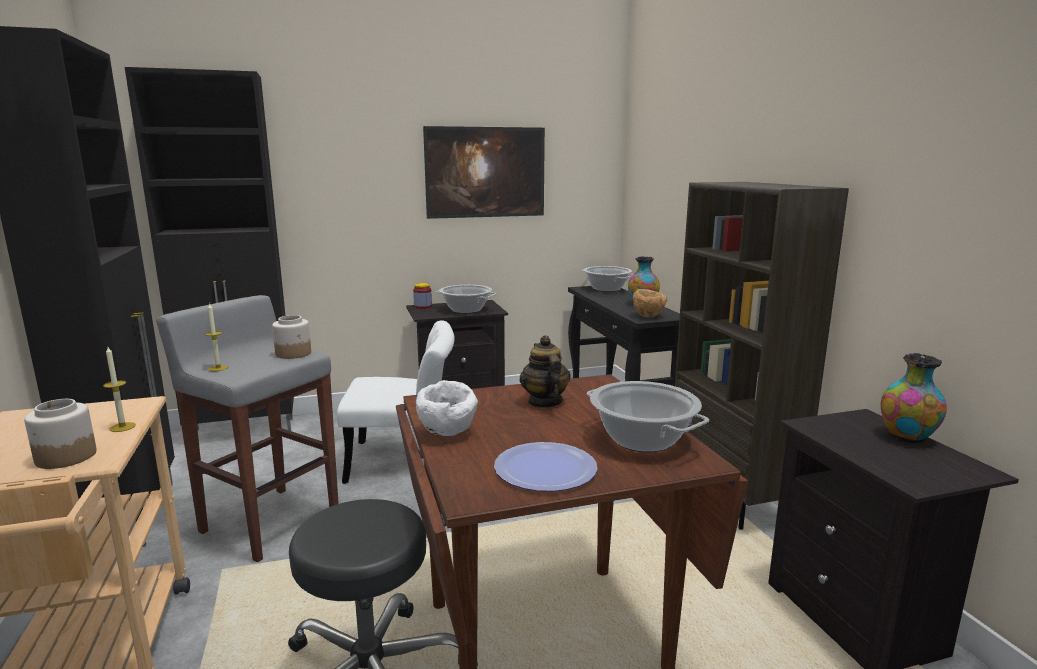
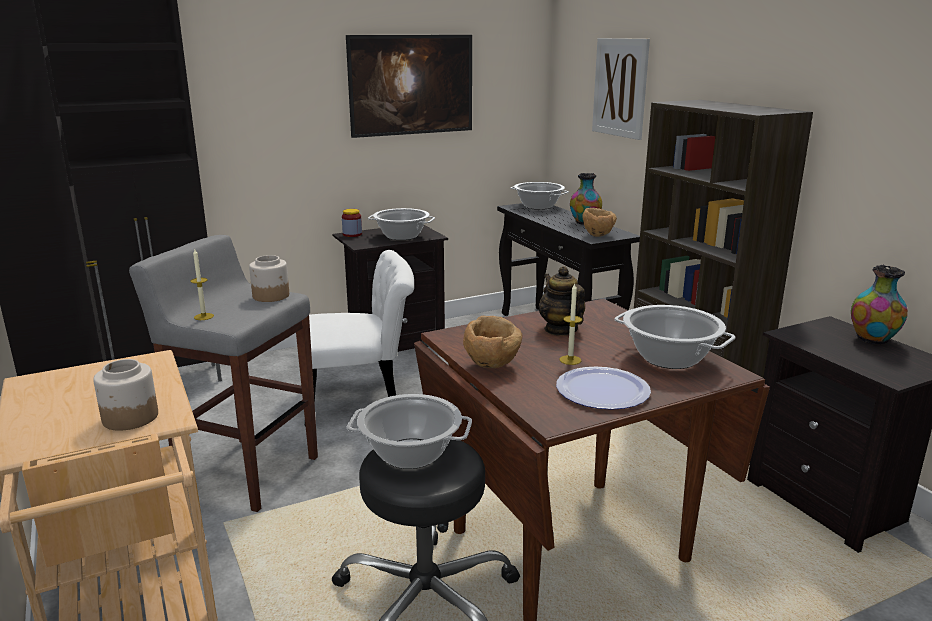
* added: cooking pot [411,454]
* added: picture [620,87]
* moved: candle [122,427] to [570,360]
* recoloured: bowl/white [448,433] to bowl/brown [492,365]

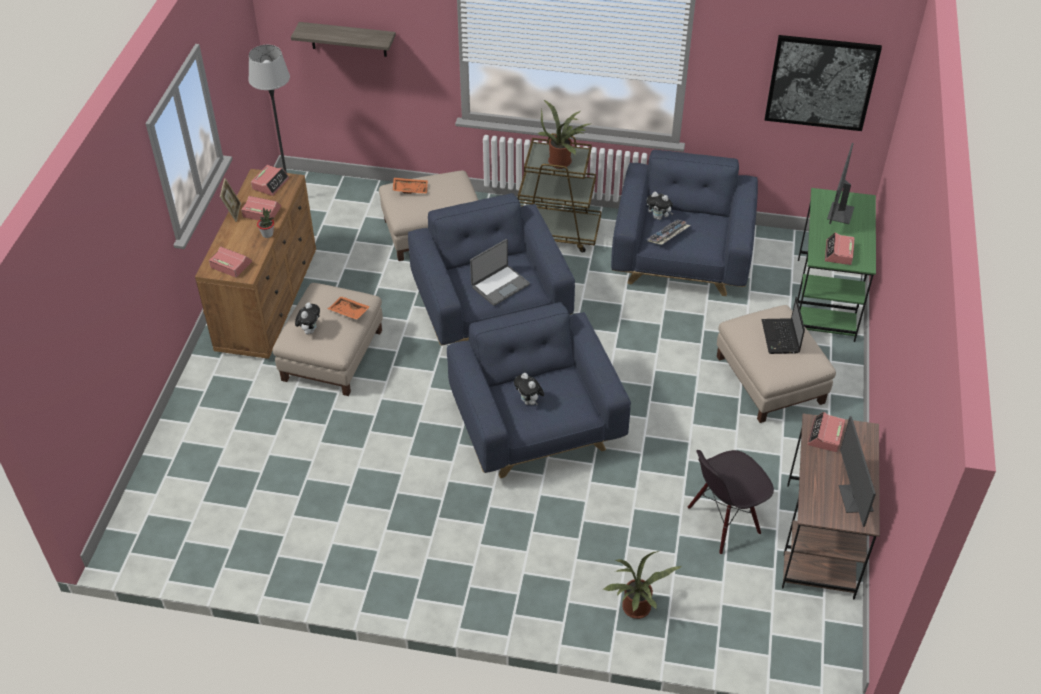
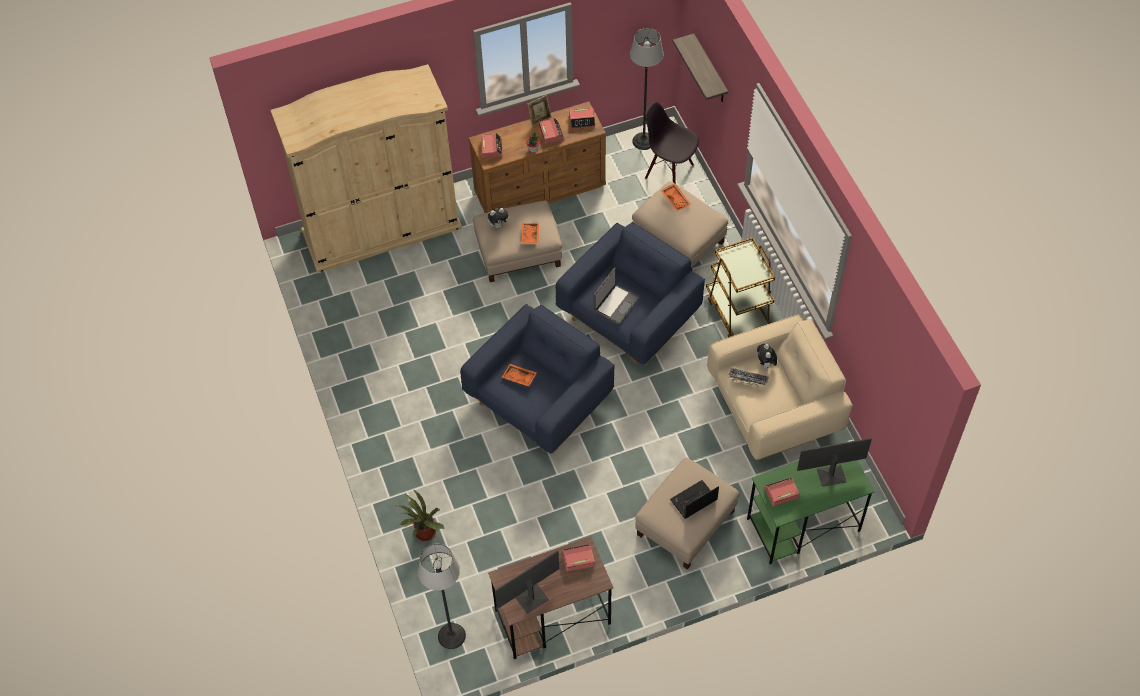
* removed: potted plant [562,161]
* removed: picture [821,82]
* added: wardrobe/beige [381,229]
* added: floor lamp [451,636]
* moved: chair/black [723,522] to [669,171]
* replaced: plush toy [529,402] to tray/orange [519,378]
* recoloured: armchair/blue [681,257] to armchair/beige [774,407]
* turned: laptop [499,285] = [615,304] 75 degrees counterclockwise

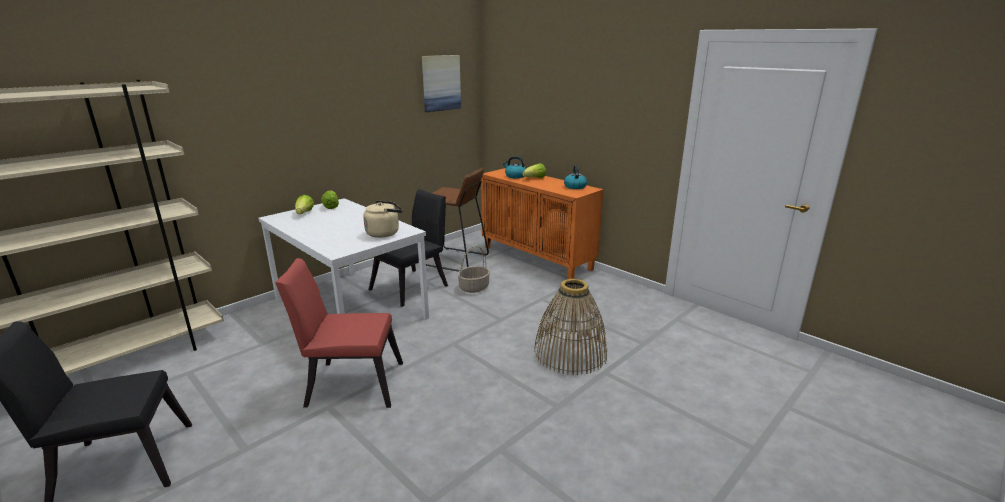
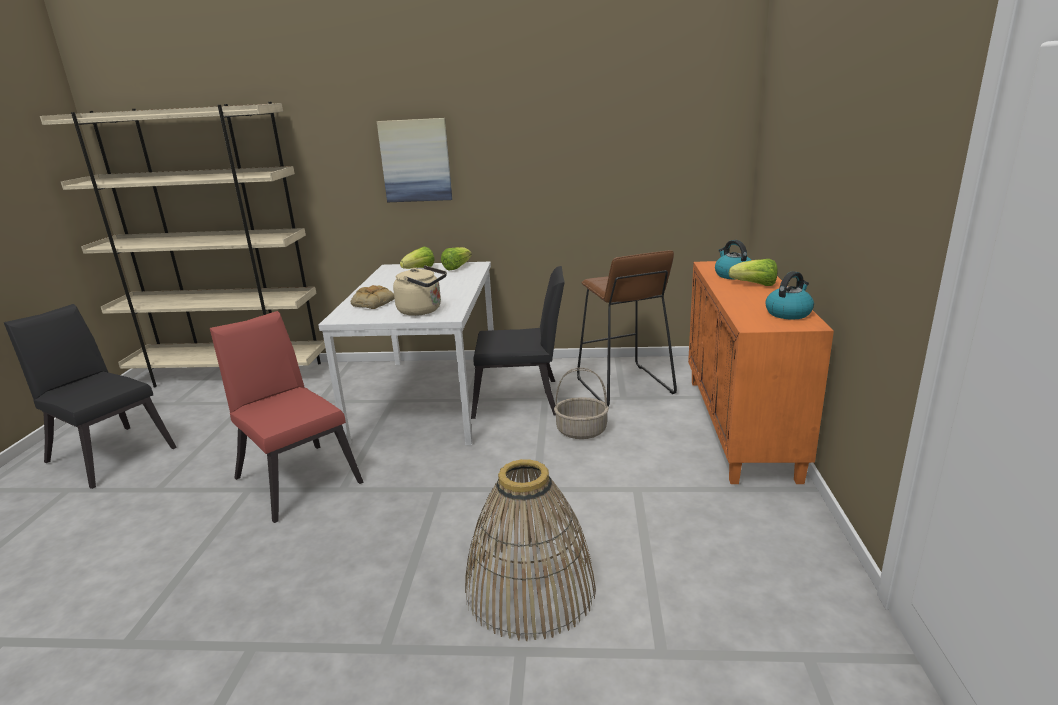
* added: bread [373,303]
* moved: picture [441,83] to [416,160]

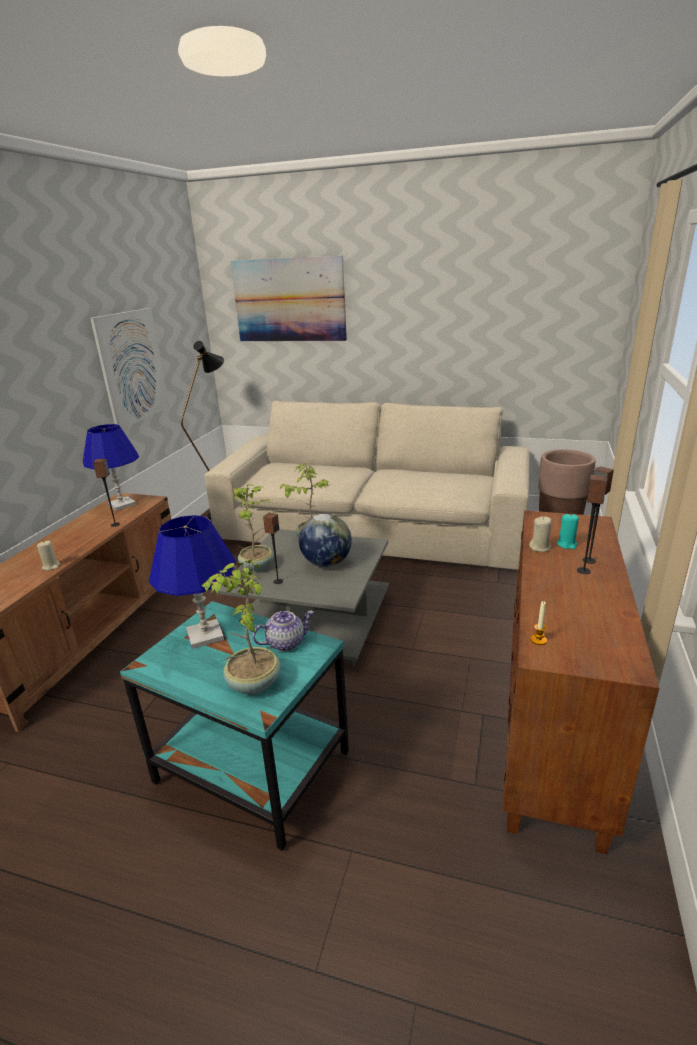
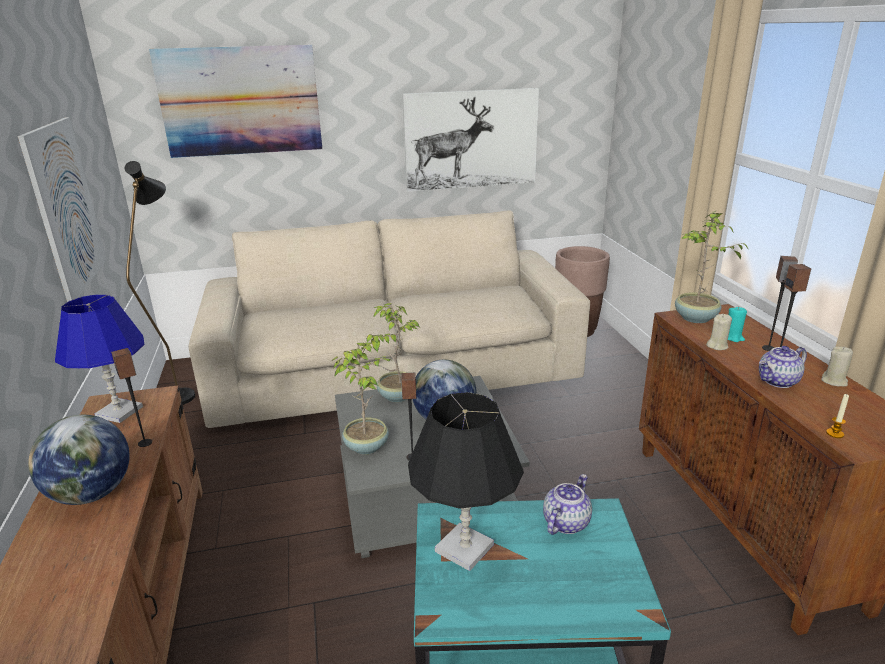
* added: globe [91,494]
* added: picture [471,139]
* added: teapot [778,381]
* moved: candle/beige [51,566] to [834,381]
* moved: potted plant [252,684] to [695,318]
* recoloured: table lamp/blue [205,635] to table lamp/black [465,548]

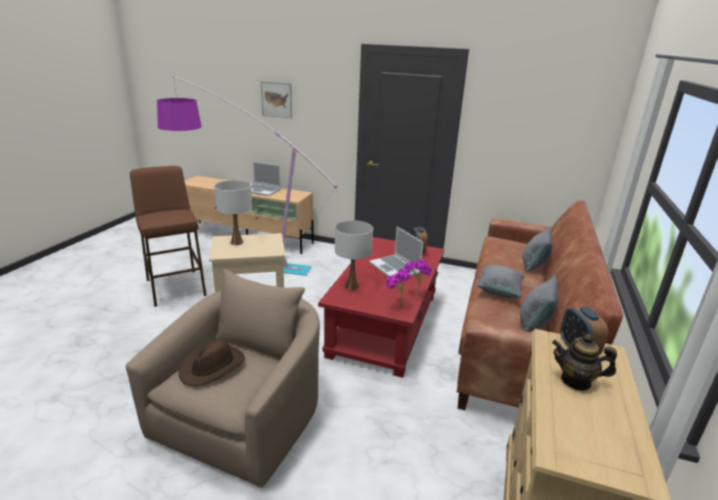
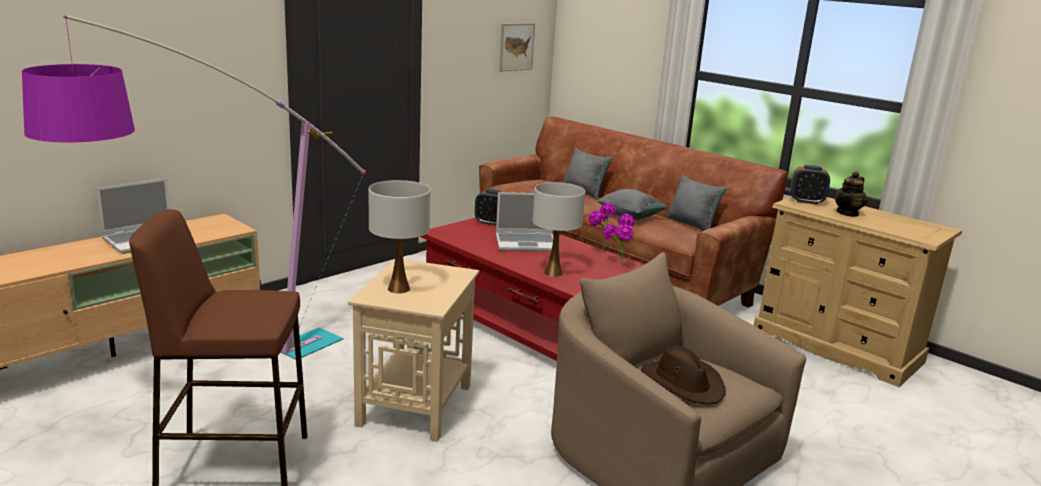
* moved: picture [276,99] to [516,47]

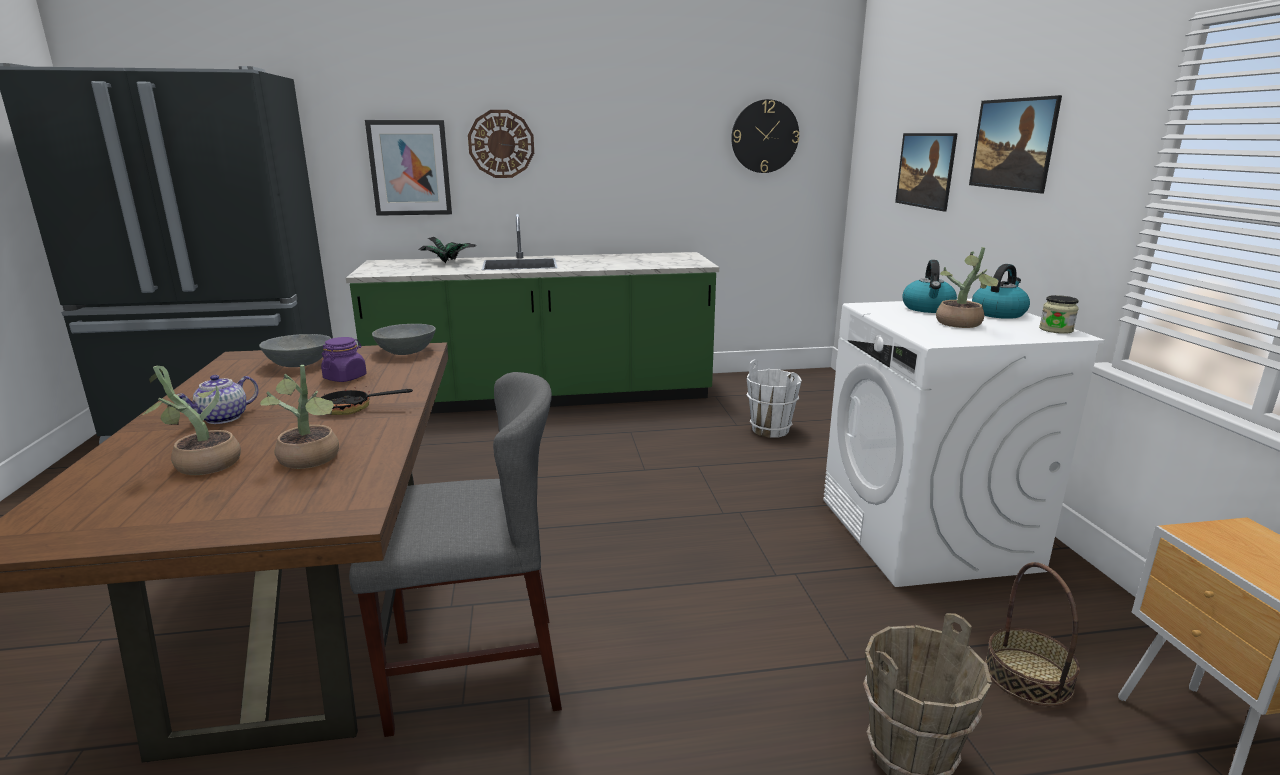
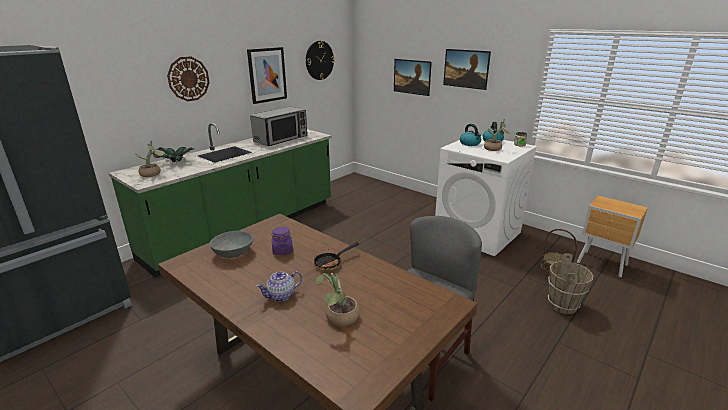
* removed: bowl/grey [407,351]
* removed: bucket/white [770,430]
* added: microwave [281,139]
* moved: potted plant [310,461] to [152,174]
* moved: picture [410,168] to [267,75]
* turned: teapot [224,418] = [281,295] 60 degrees clockwise

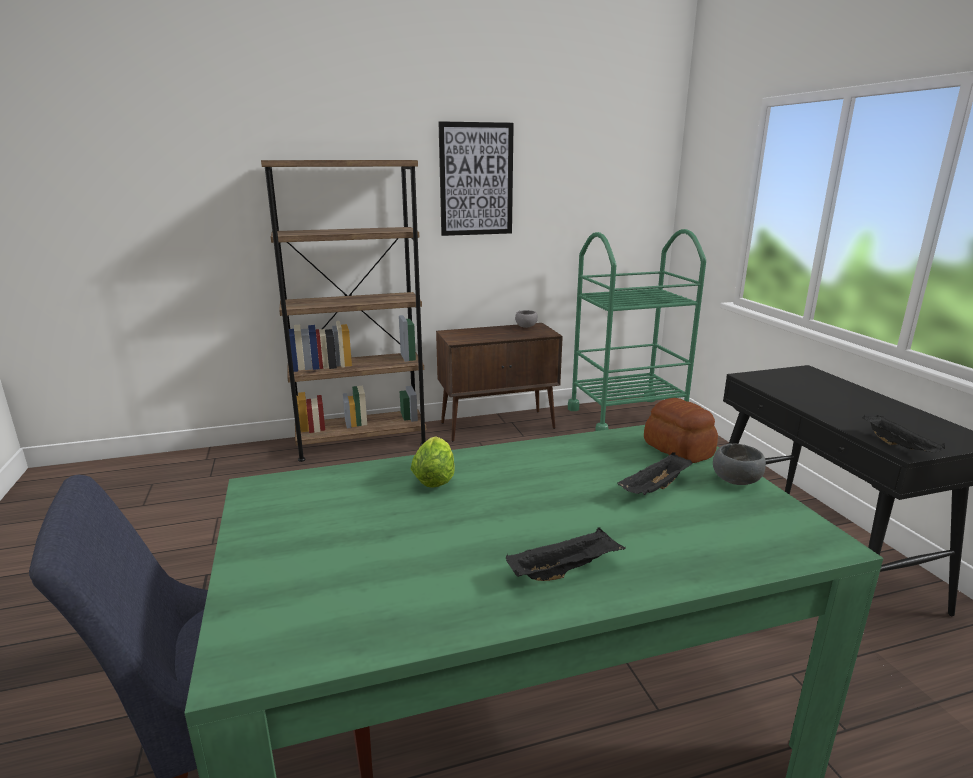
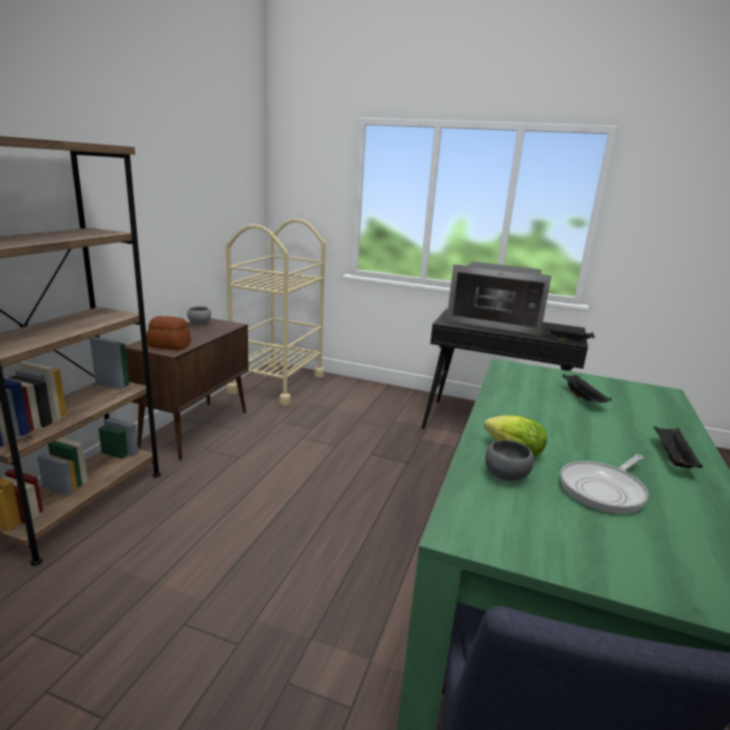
* removed: picture [476,179]
* added: microwave [495,322]
* added: frying pan [604,490]
* moved: bread [678,449] to [169,345]
* moved: bowl/grey [737,481] to [507,476]
* recoloured: cart/green [626,416] to cart/beige [277,383]

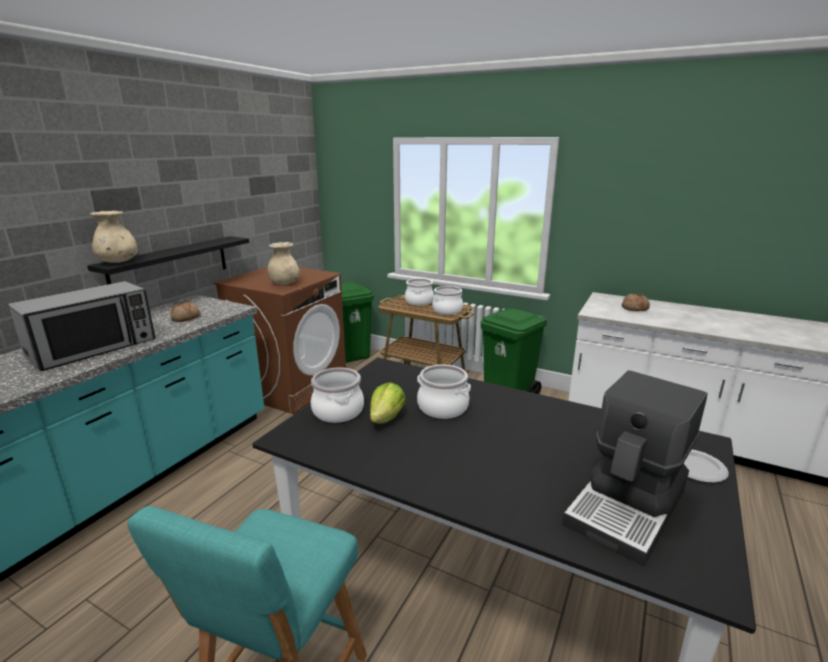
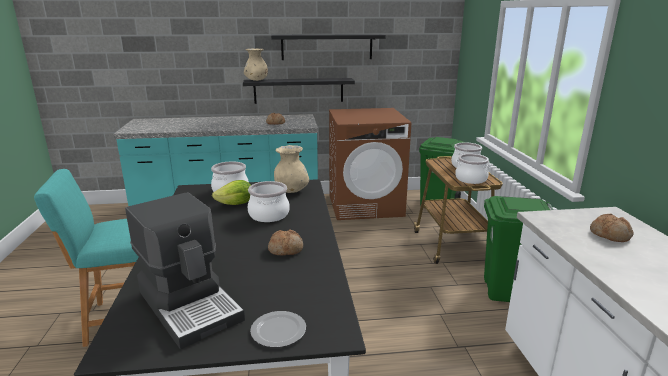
* removed: microwave [94,349]
* added: bread [286,249]
* added: shelf/black [327,47]
* moved: vase/beige [284,283] to [291,191]
* turned: coffee machine [628,506] = [191,304] 135 degrees counterclockwise

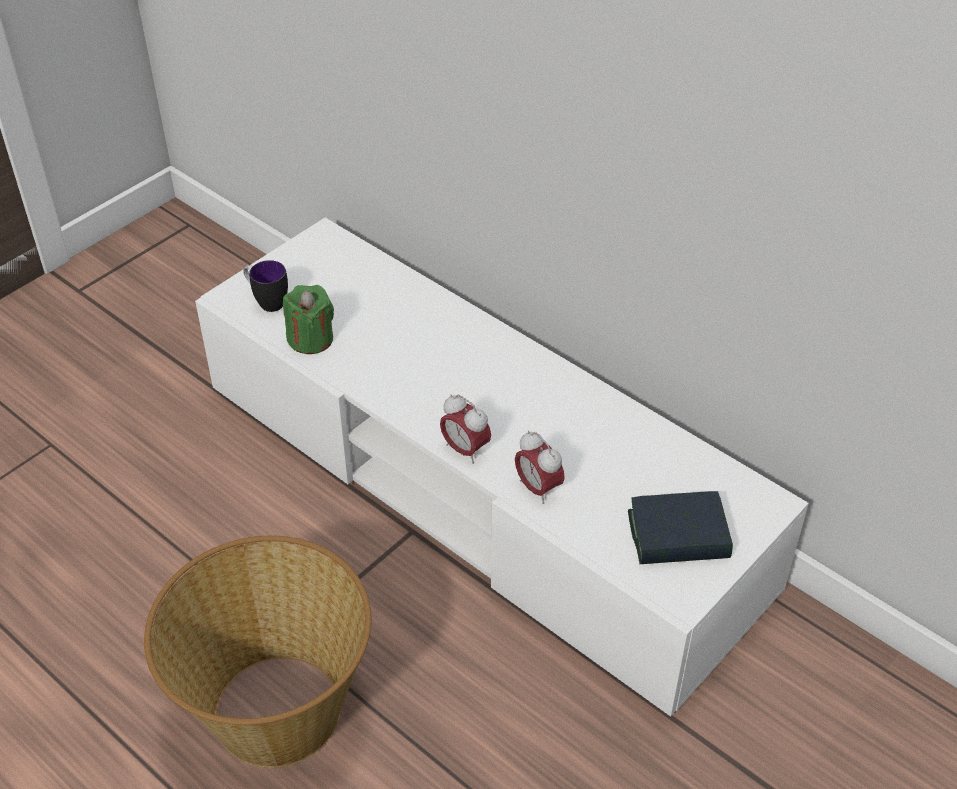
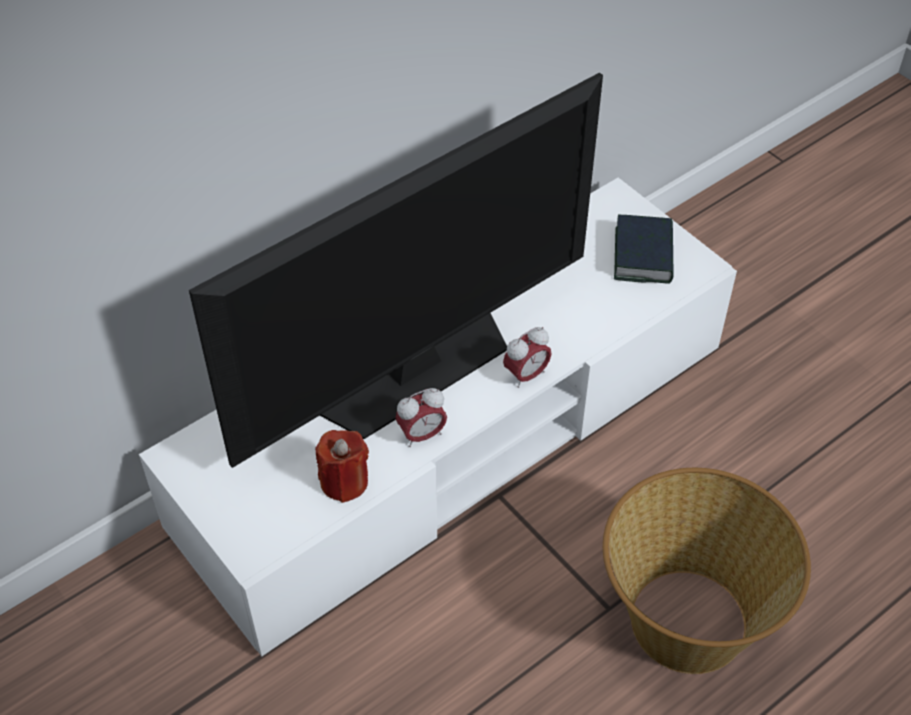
* removed: mug [267,301]
* added: television [414,369]
* moved: alarm clock [538,488] to [422,435]
* recoloured: candle/green [311,339] to candle/red [344,481]

